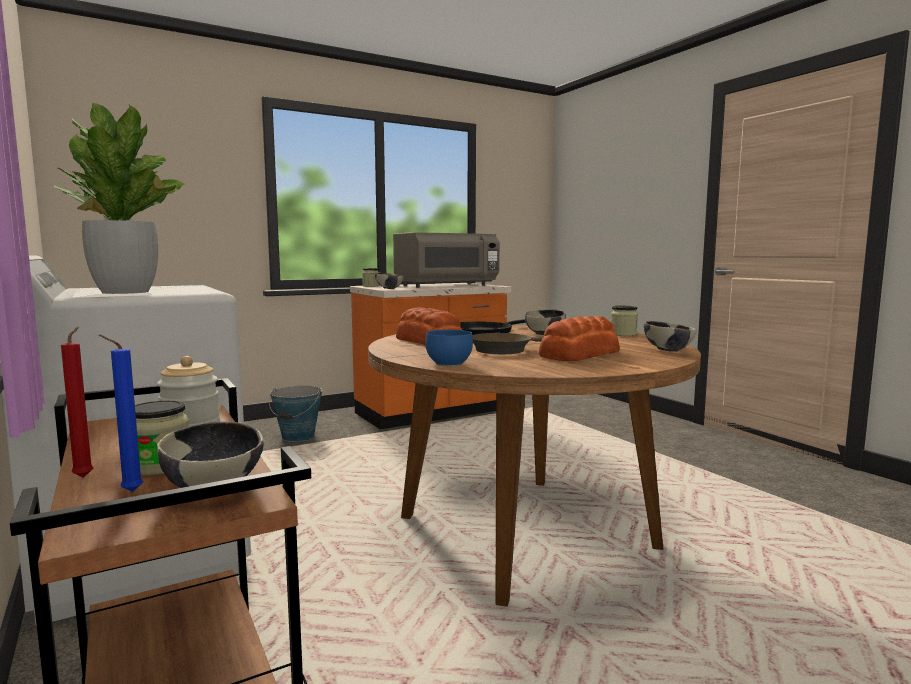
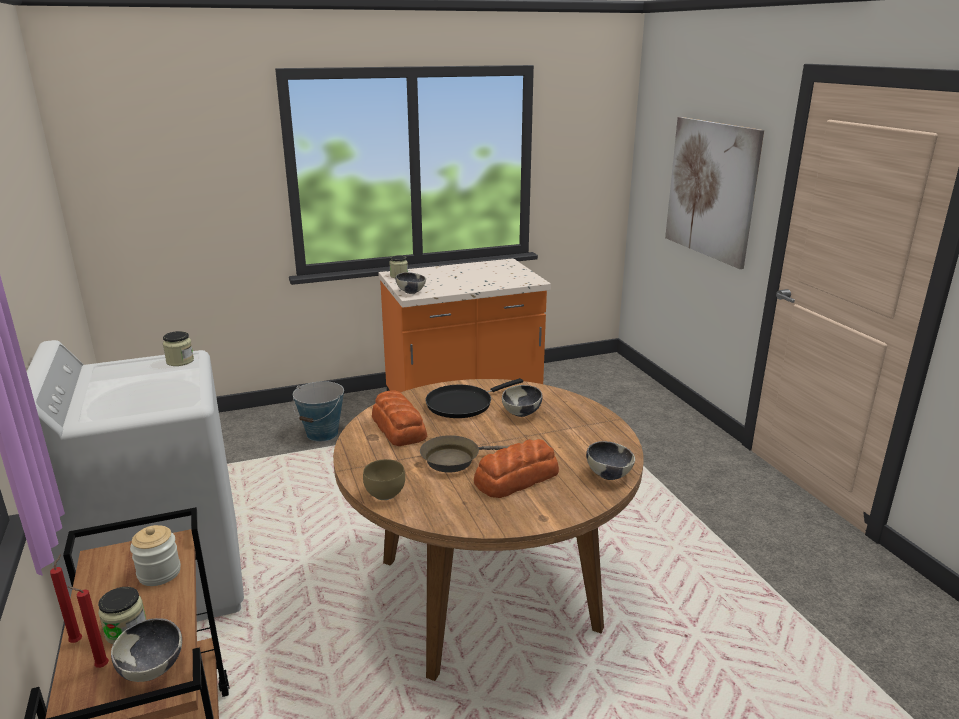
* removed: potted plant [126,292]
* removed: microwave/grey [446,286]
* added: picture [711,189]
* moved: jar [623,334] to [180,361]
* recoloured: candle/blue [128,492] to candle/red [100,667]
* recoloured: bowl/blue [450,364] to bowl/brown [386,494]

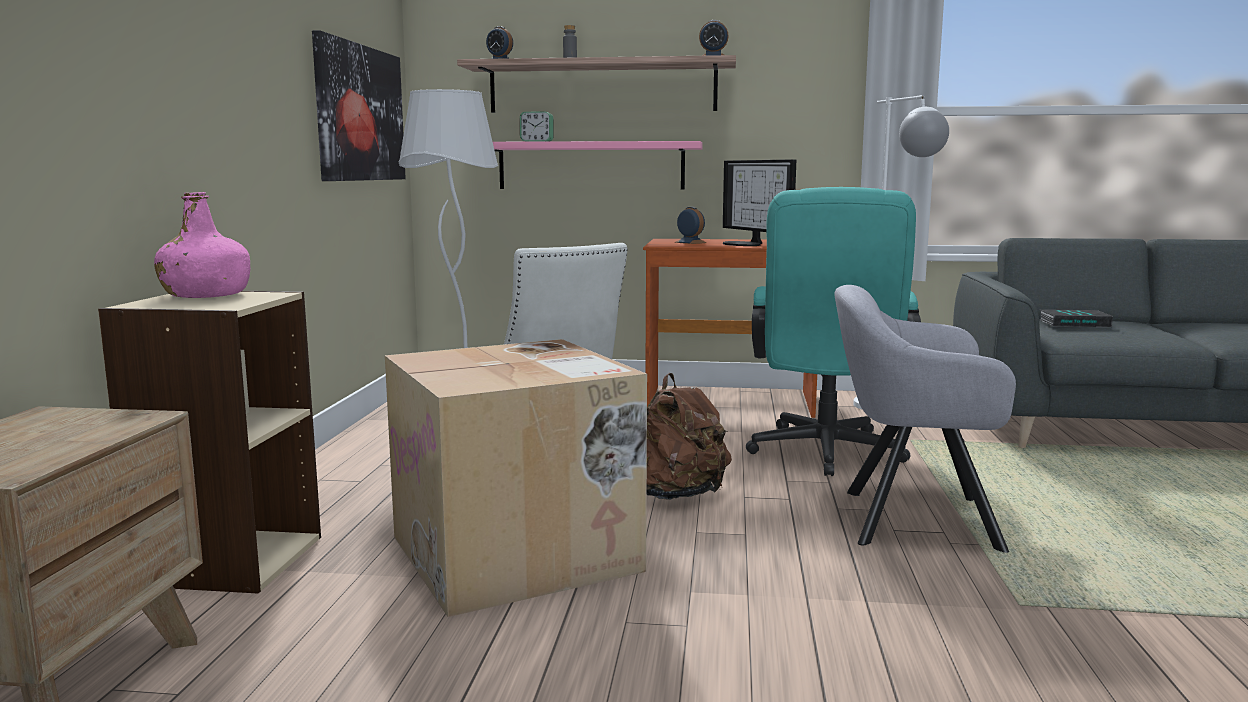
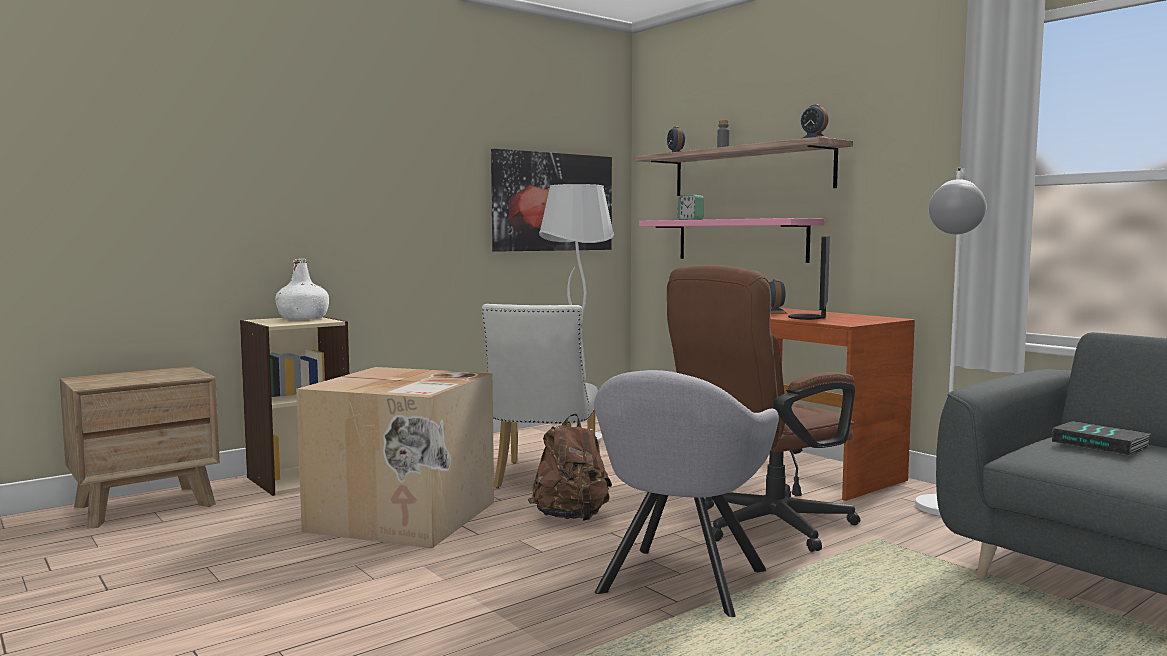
* recoloured: bottle/pink [206,295] to bottle/white [303,318]
* recoloured: office chair/turquoise [825,455] to office chair/brown [760,527]
* turned: armchair/grey [909,519] = [678,584] 120 degrees counterclockwise

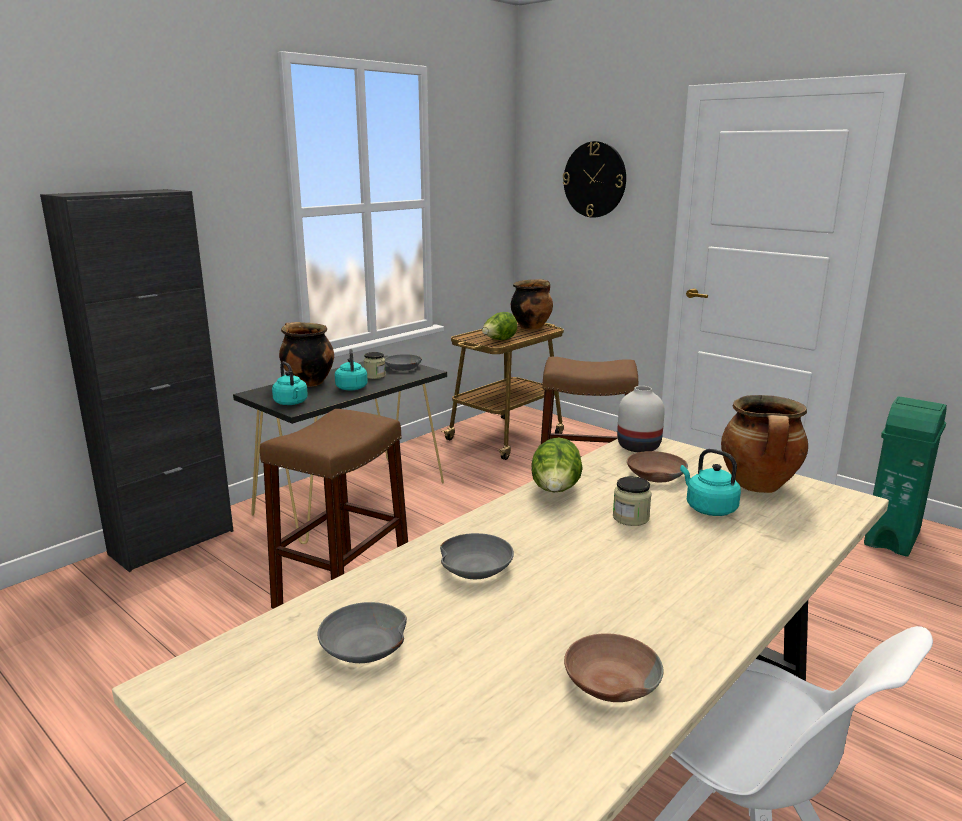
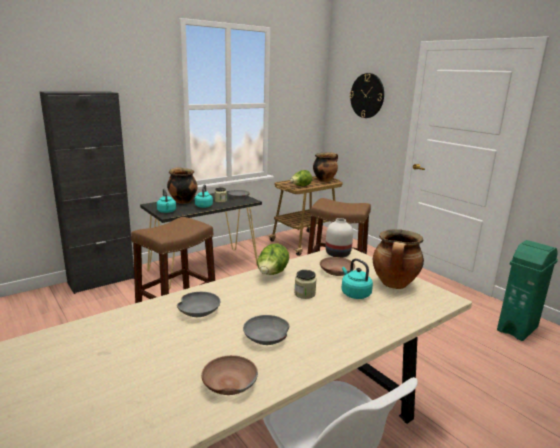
* moved: bowl/grey [363,647] to [266,337]

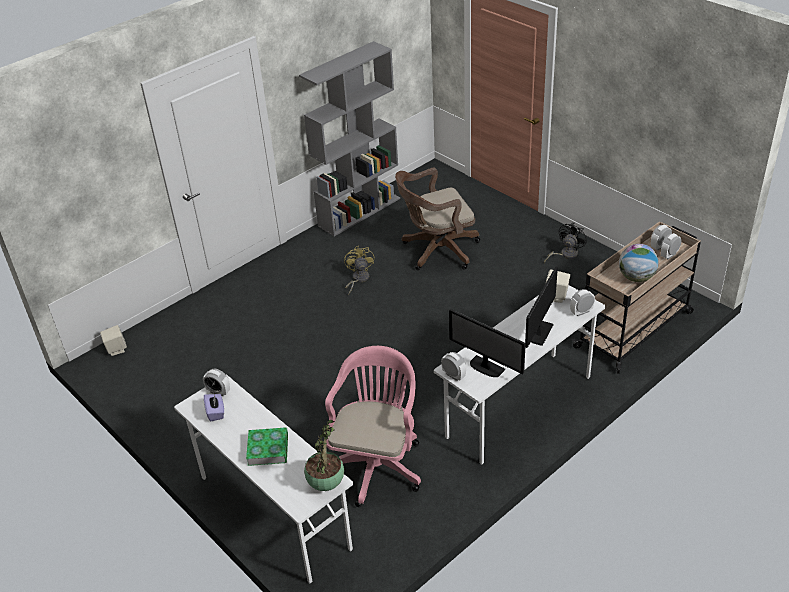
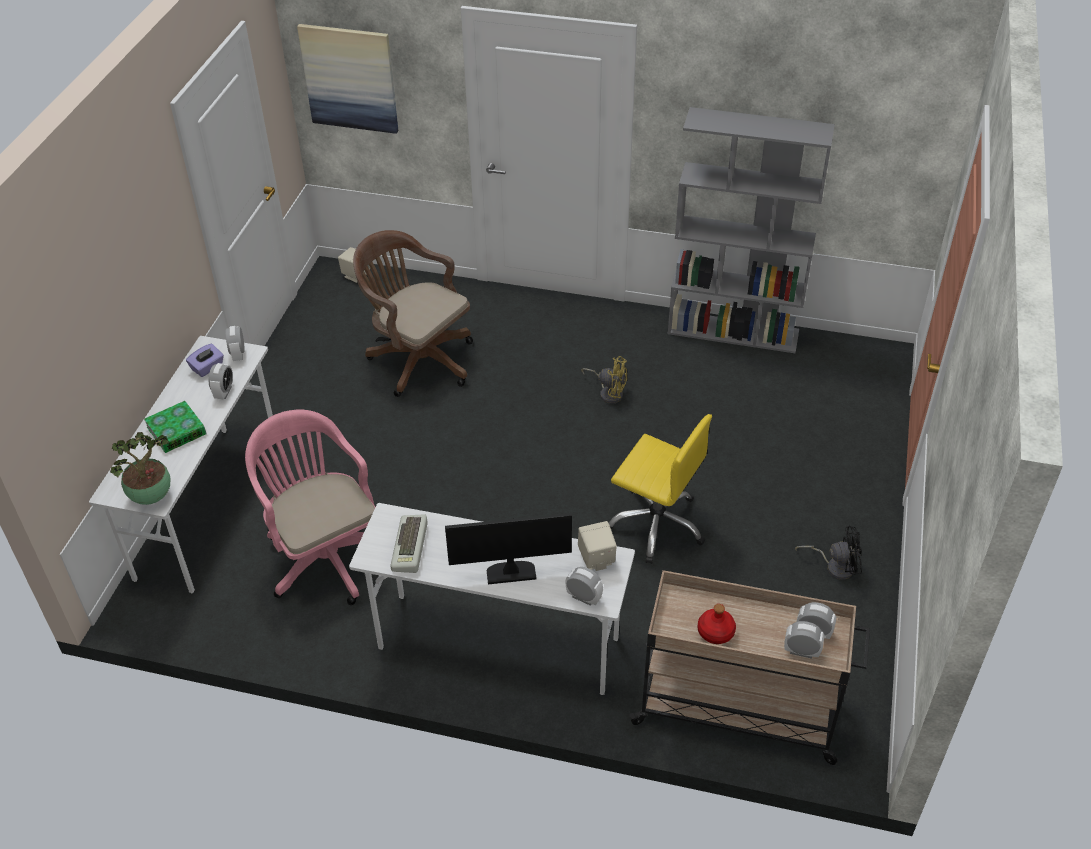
* added: picture [350,78]
* added: office chair/yellow [656,524]
* moved: office chair/brown [437,251] to [417,359]
* moved: alarm clock [453,375] to [224,392]
* replaced: monitor [486,367] to keyboard [411,547]
* replaced: globe [636,277] to bottle/red [716,632]
* turned: office chair/pink [377,463] = [324,555] 105 degrees counterclockwise
* turned: fan/yellow [358,279] = [609,392] 60 degrees clockwise

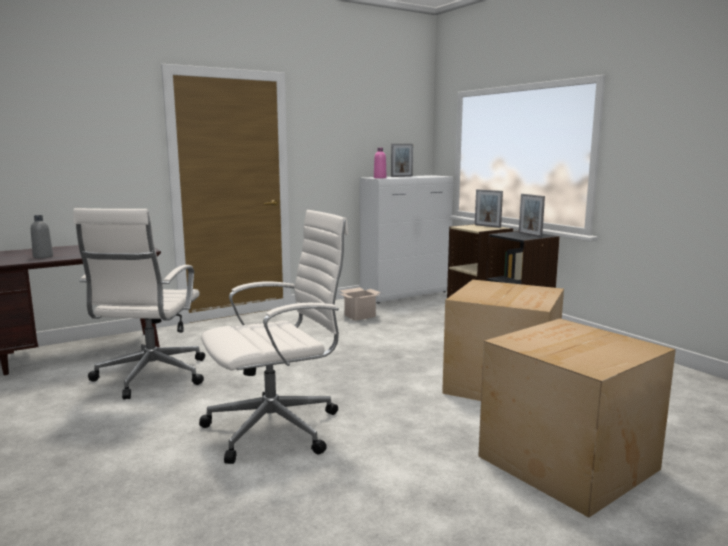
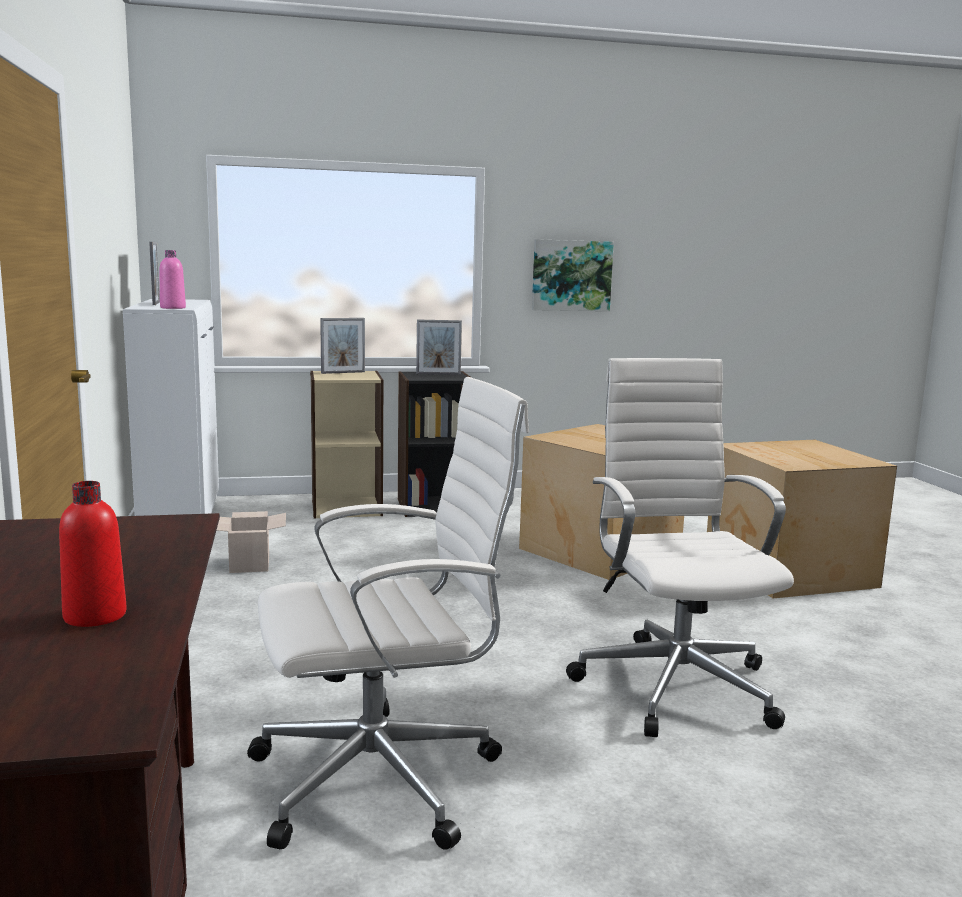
* added: picture [571,275]
* recoloured: bottle/grey [43,256] to bottle/red [95,616]
* turned: office chair/white [150,377] = [383,778] 45 degrees counterclockwise

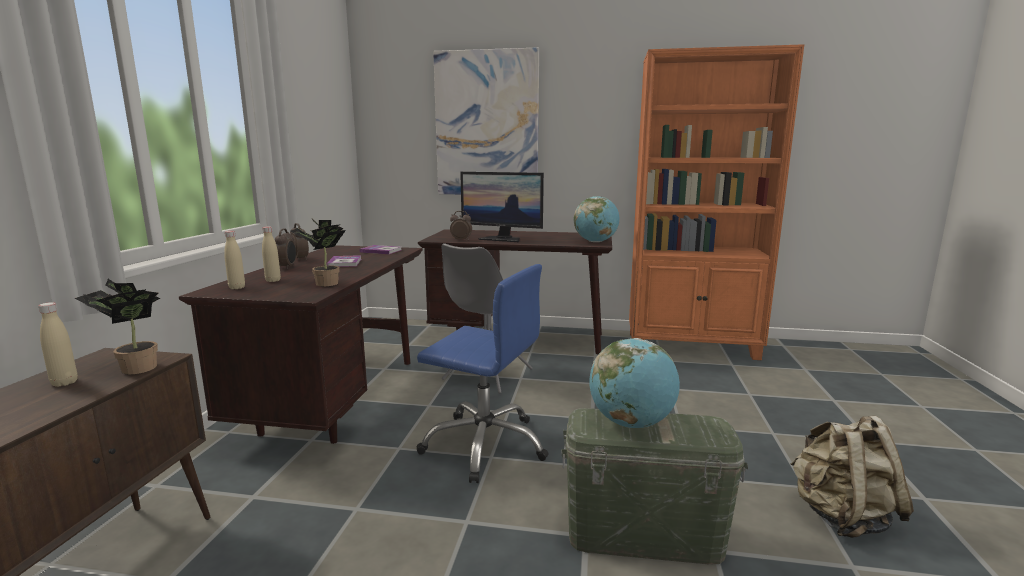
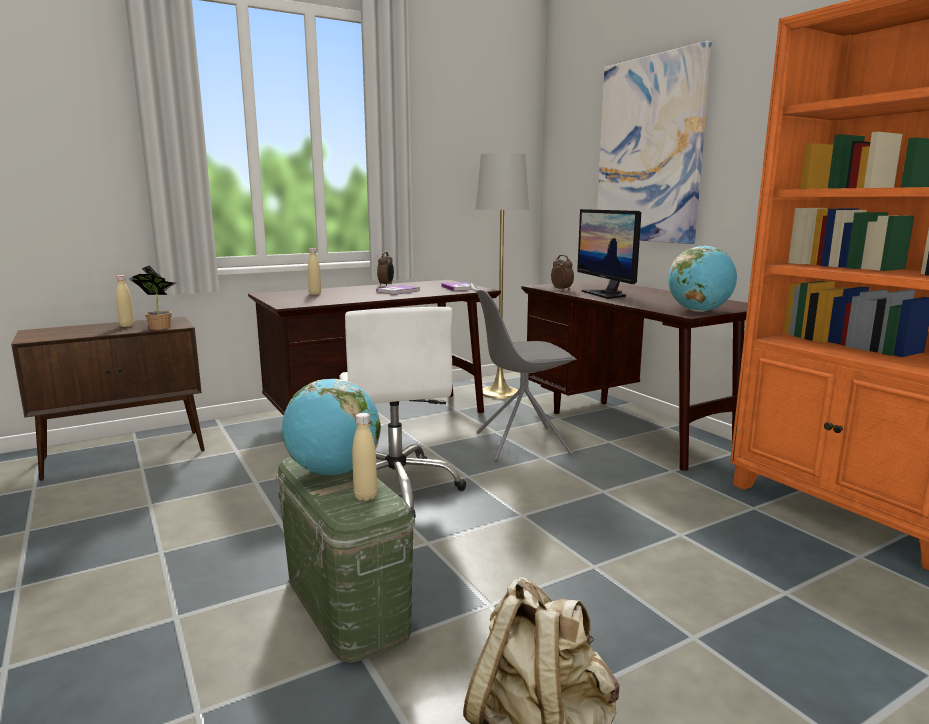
* removed: alarm clock [287,267]
* removed: potted plant [323,284]
* added: floor lamp/grey [499,393]
* moved: bottle/beige [237,287] to [365,496]
* recoloured: office chair/blue [485,444] to office chair/white [397,488]

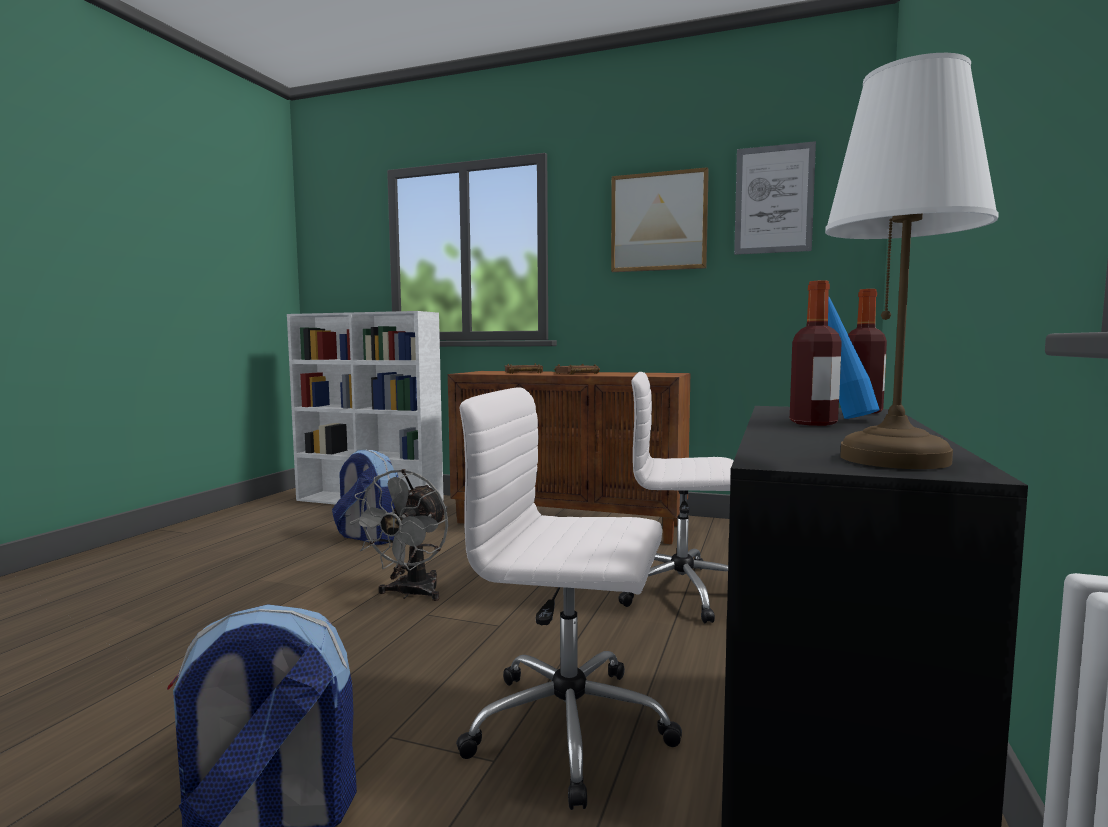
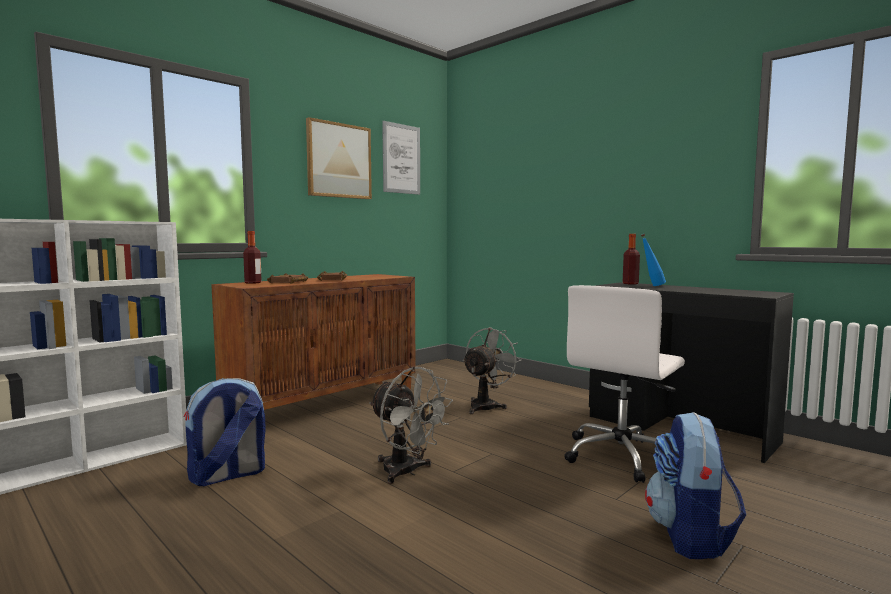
* removed: table lamp/white [895,459]
* moved: bottle [813,423] to [253,283]
* replaced: office chair/white [684,592] to fan/grey [487,405]

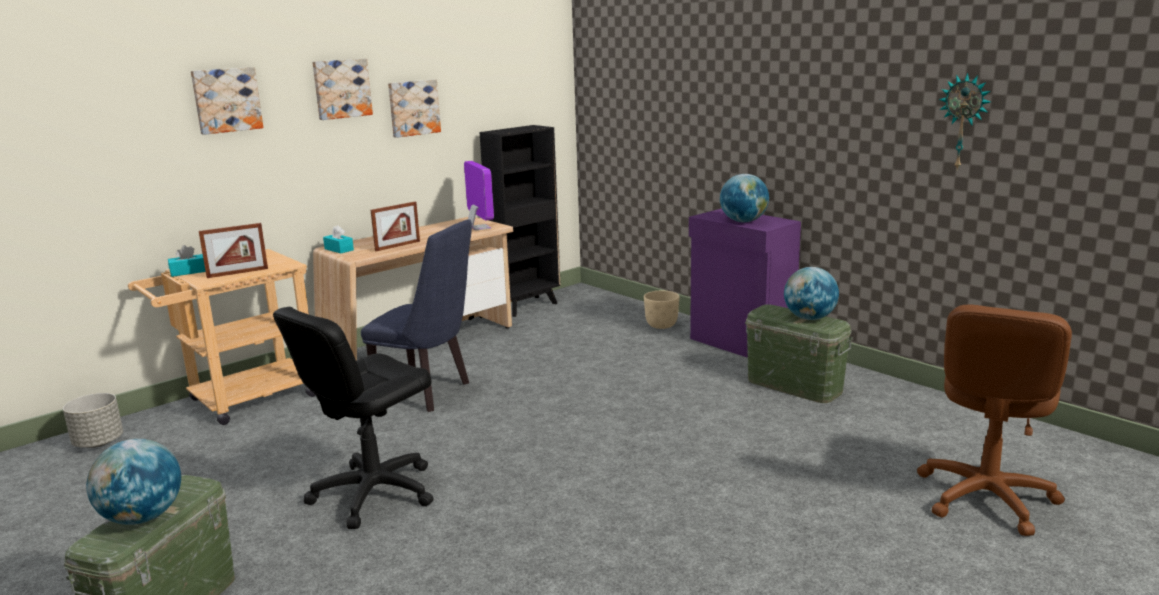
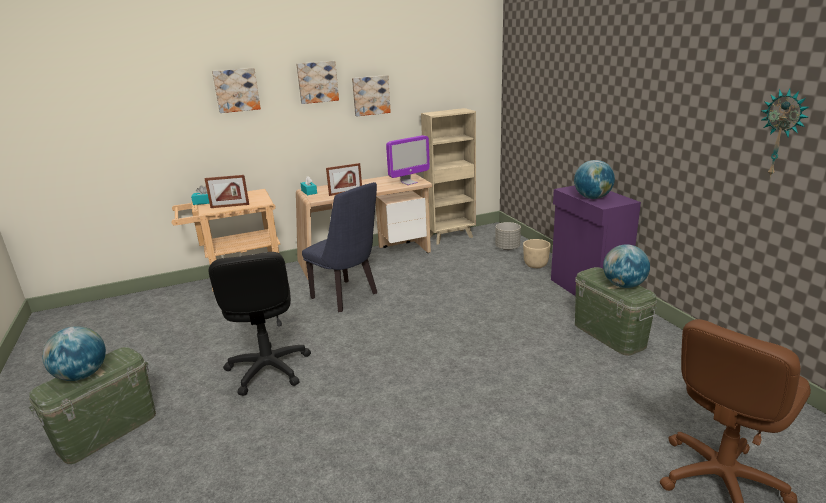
* moved: planter/grey [99,442] to [507,248]
* recoloured: bookcase/black [527,306] to bookcase/beige [451,237]
* turned: office chair/black [373,493] = [268,369] 75 degrees counterclockwise
* turned: monitor [479,228] = [409,182] 60 degrees clockwise

